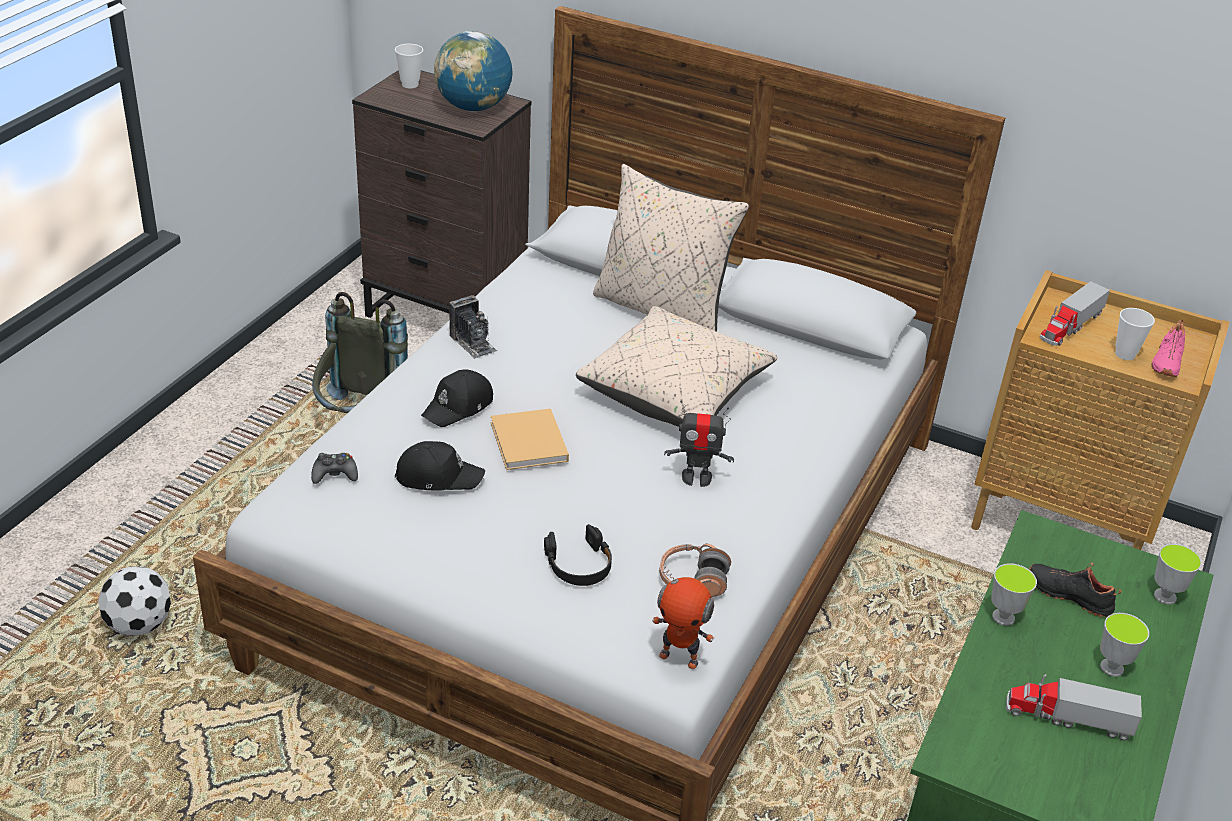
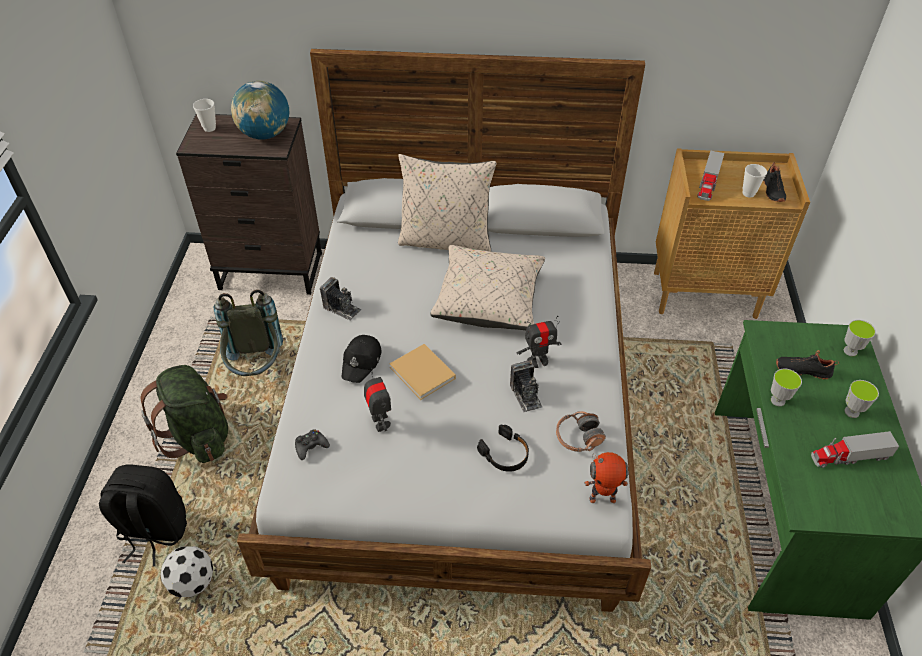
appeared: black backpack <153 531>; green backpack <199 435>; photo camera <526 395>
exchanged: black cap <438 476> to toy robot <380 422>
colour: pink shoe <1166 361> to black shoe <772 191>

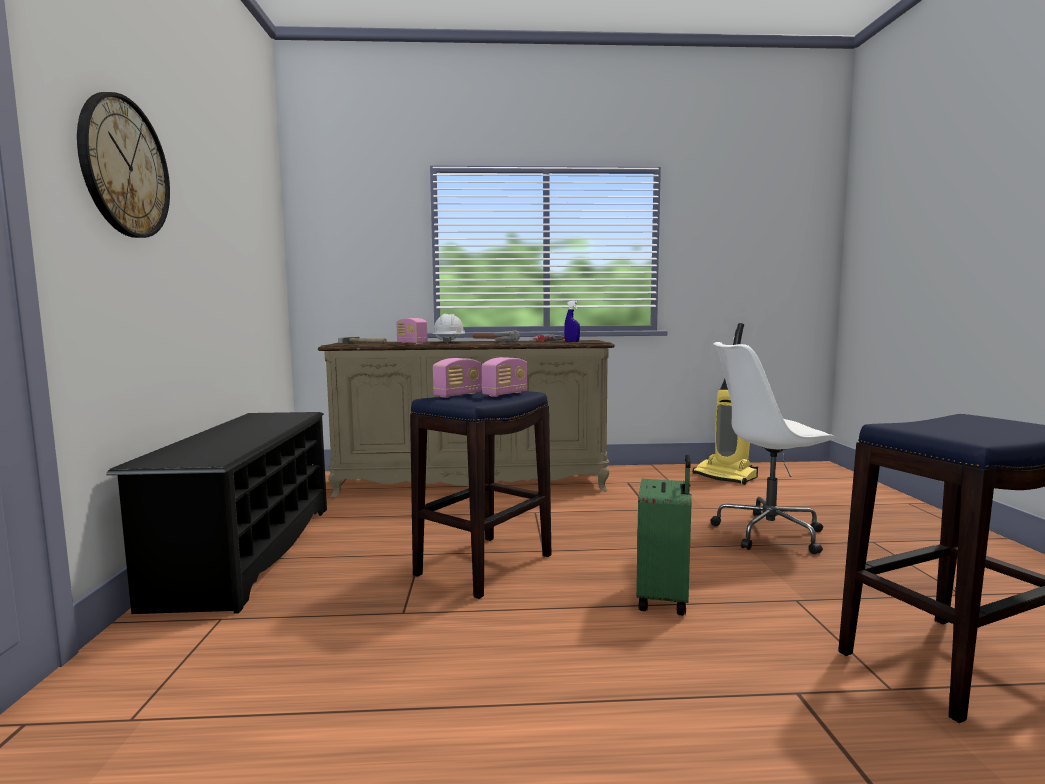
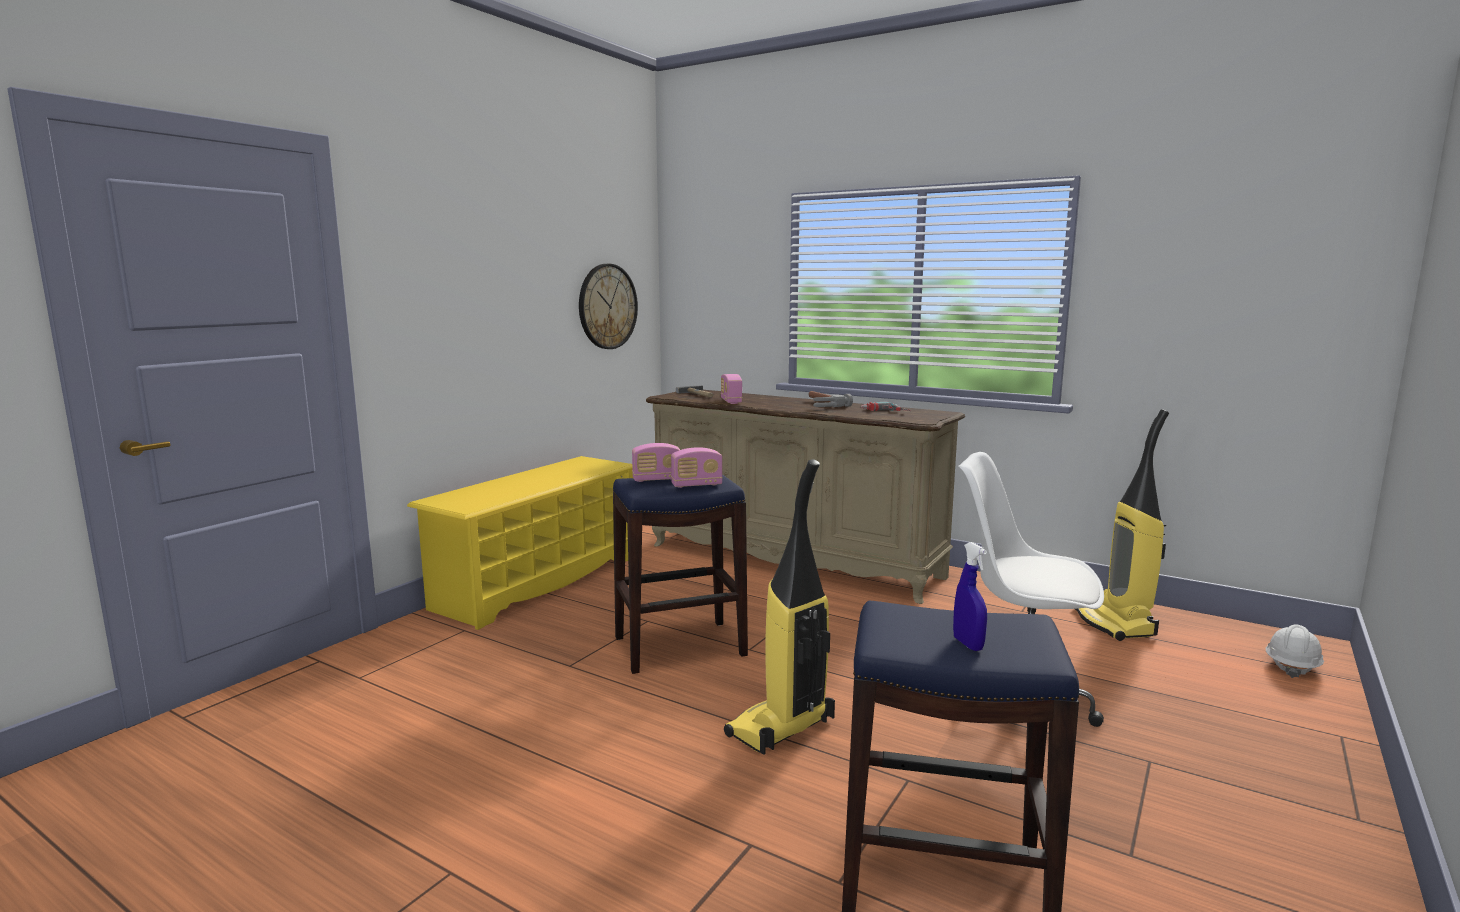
relocated: wall clock <124 167> to <607 306>; white hard hat <449 342> to <1291 666>; blue spray bottle <572 341> to <968 644>
exchanged: green suitcase <664 598> to vacuum cleaner <781 729>
colour: black shoe rack <248 551> to yellow shoe rack <538 582>

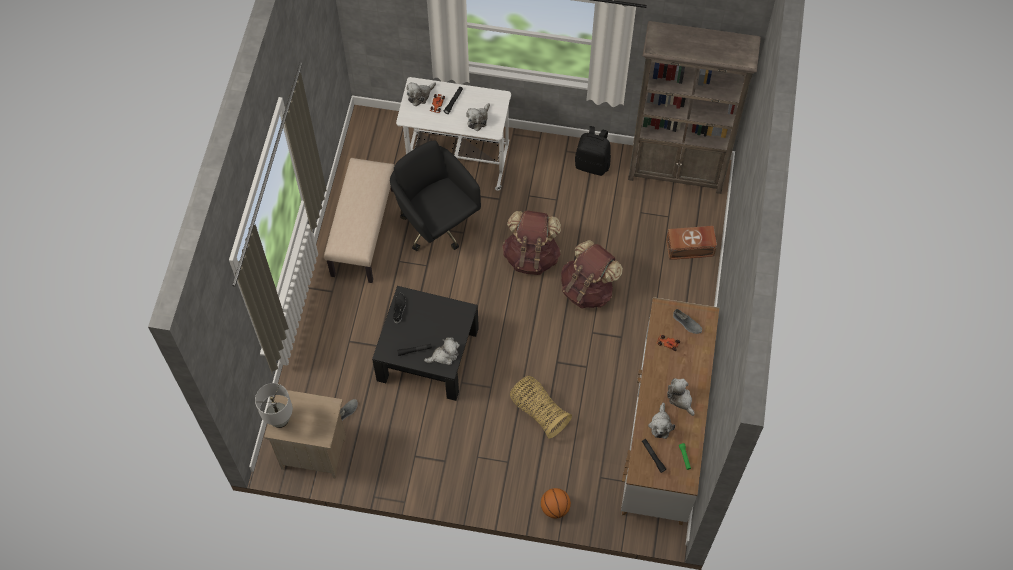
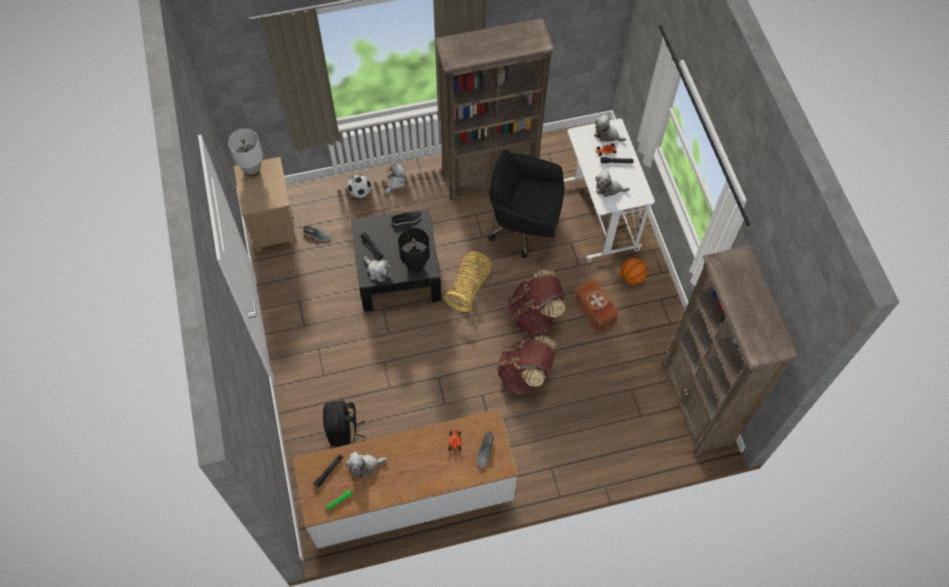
appeared: football <360 192>; black table lamp <415 266>
relocated: basket <538 411> to <469 287>; basketball <555 508> to <632 277>; black backpack <592 164> to <344 431>; brown storage box <690 248> to <594 311>; plush toy <680 399> to <395 182>
exchanged: beige bench <363 231> to brown bookcase <490 177>
spun: black office chair <437 227> = <524 229> 105 degrees counterclockwise

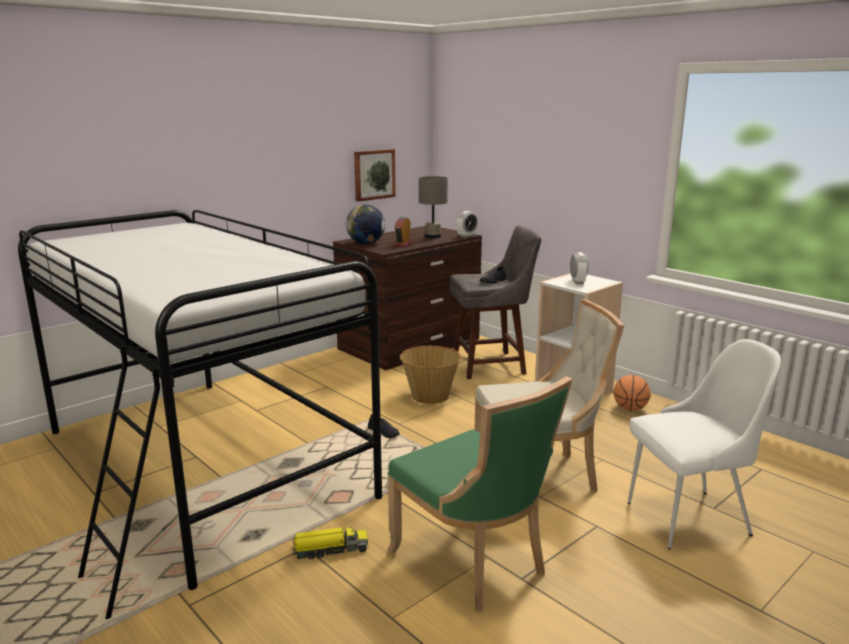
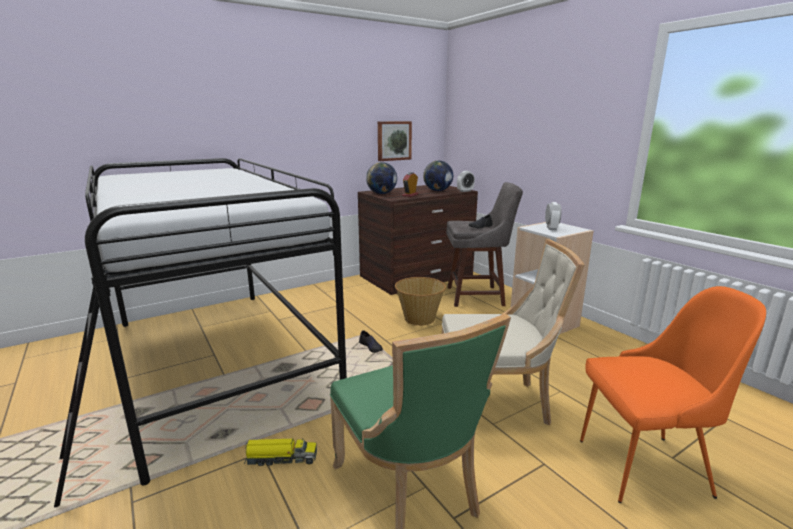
missing: basketball <630 409>
exchanged: grey table lamp <433 236> to globe <437 190>
colour: white chair <688 518> to orange chair <643 467>

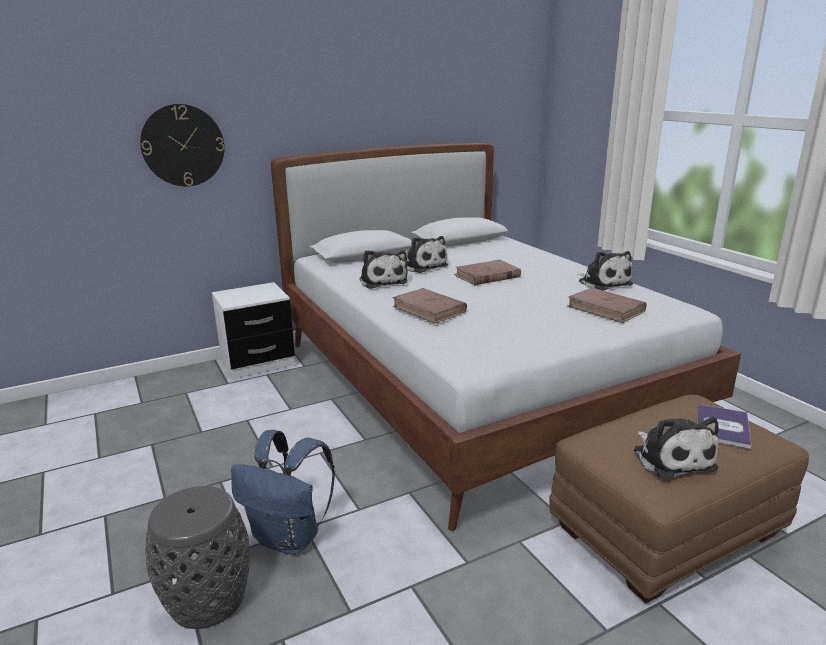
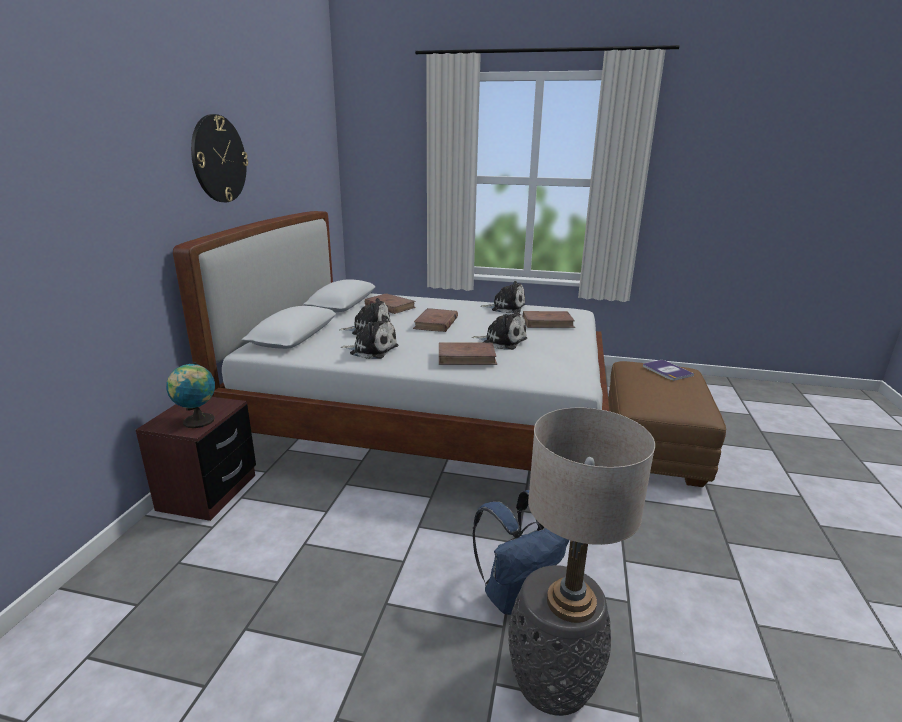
appeared: globe <197 422>; brown book <390 306>; beige table lamp <571 603>
relocated: wall clock <183 145> to <219 159>; plush toy <671 458> to <501 341>
colour: white nightstand <258 362> to brown nightstand <208 492>

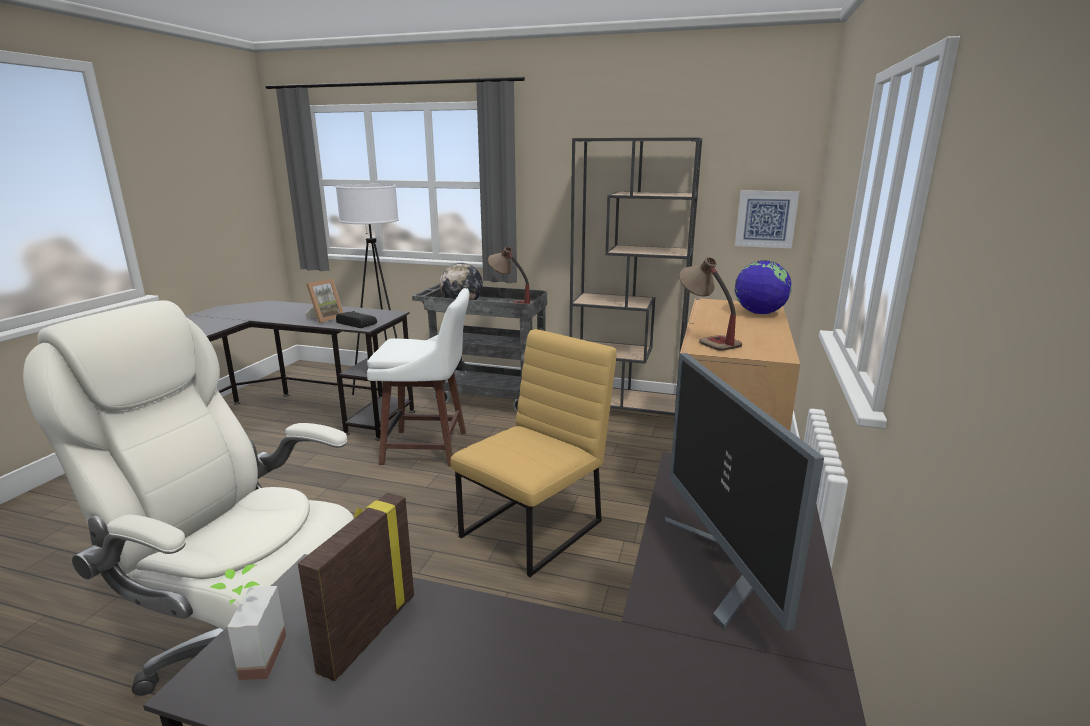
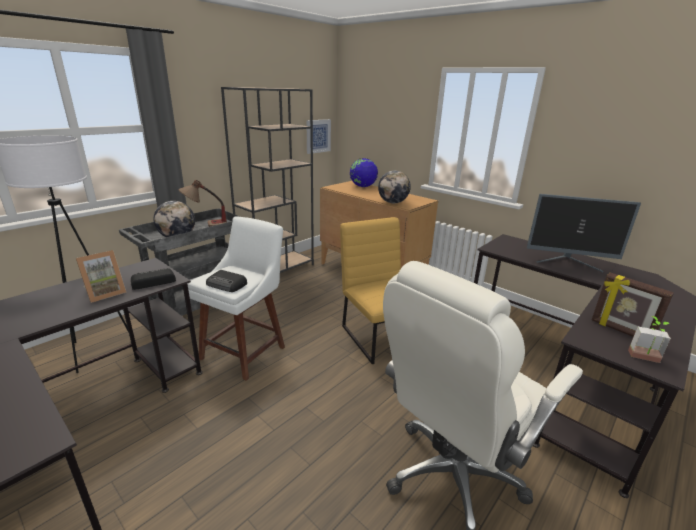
appeared: radio <227 284>
exchanged: table lamp <705 339> to globe <393 202>
spun: picture frame <325 318> = <105 293> 75 degrees clockwise

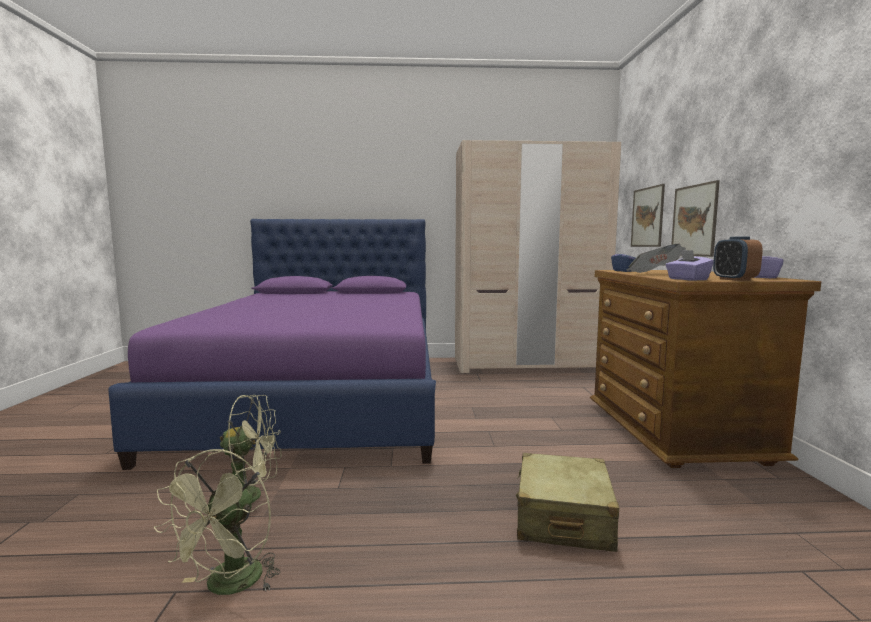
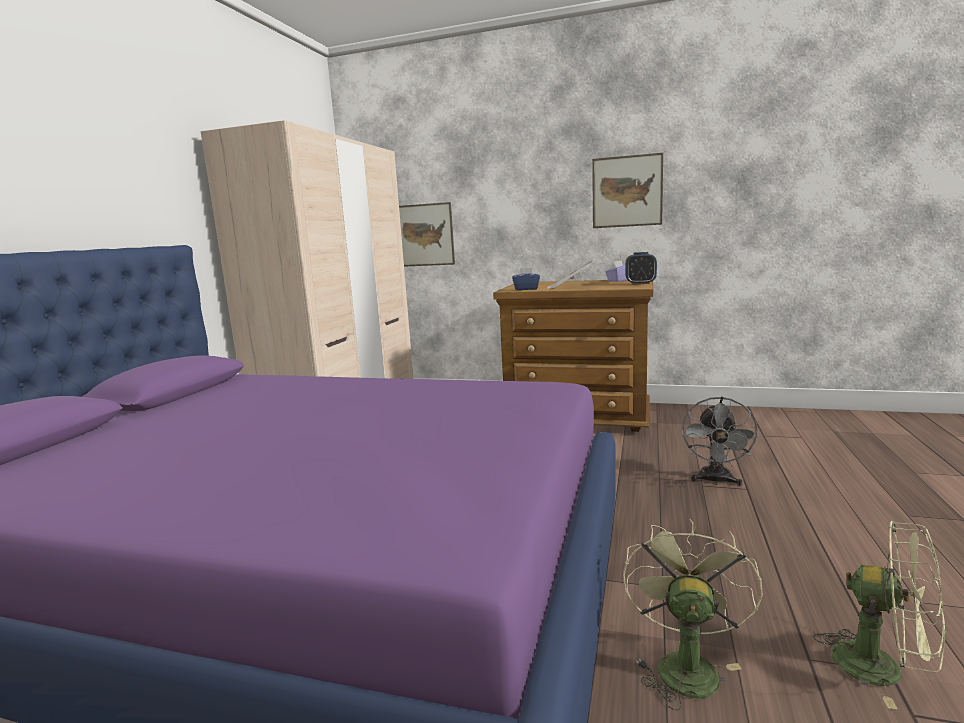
missing: purple tissue box <687 279>
relocated: picture <694 220> to <627 191>
exchanged: beige suitcase <563 517> to grey fan <716 481>

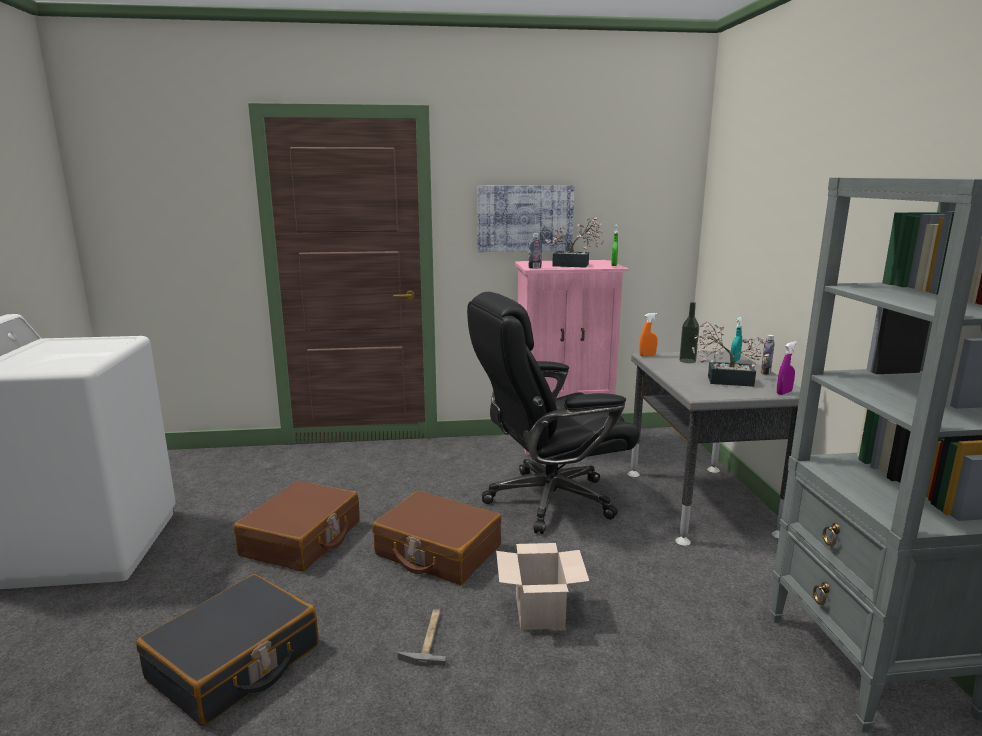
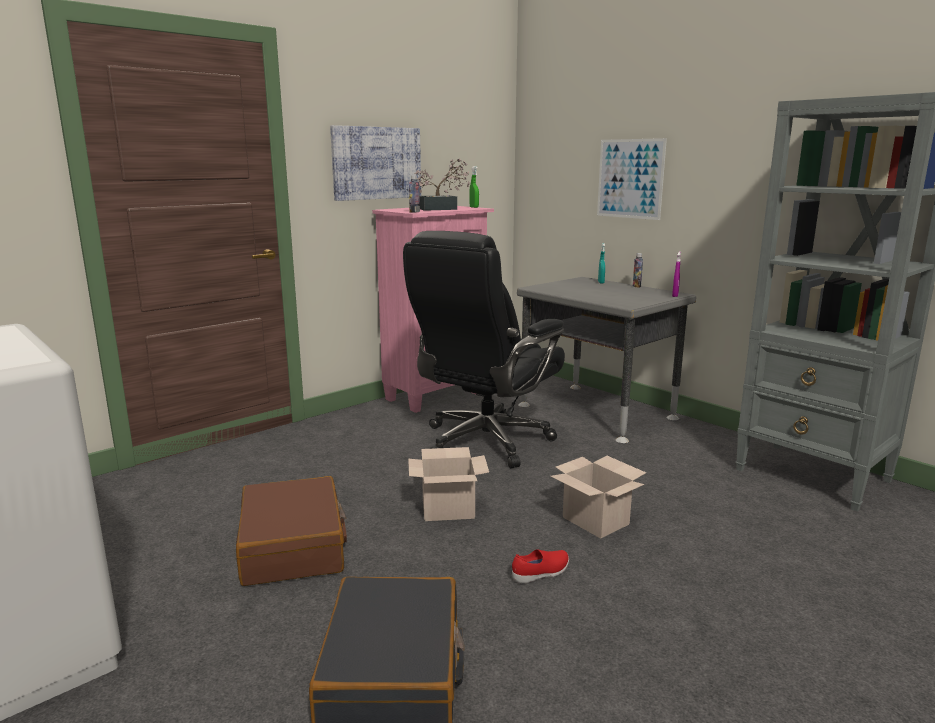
missing: orange spray bottle <647 355>; bottle <687 361>; potted plant <724 380>
appeared: picture <630 179>
exchanged: brown suitcase <437 551> to cardboard box <449 509>; hammer <428 638> to red shoe <541 574>

